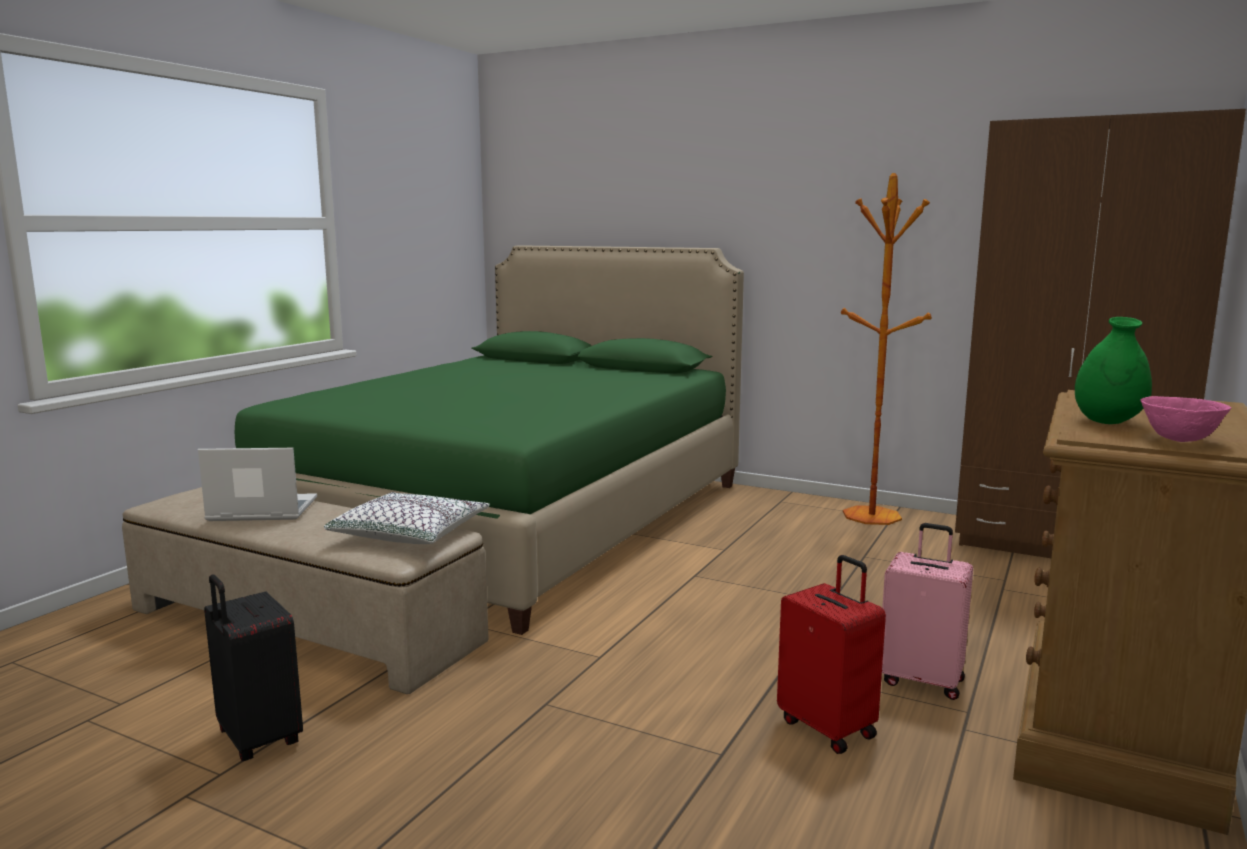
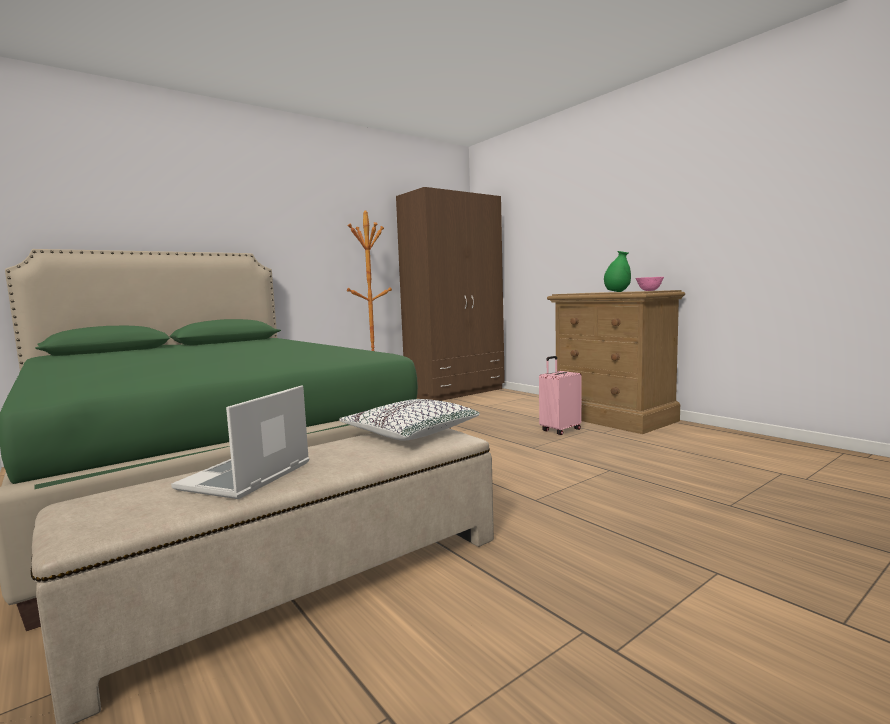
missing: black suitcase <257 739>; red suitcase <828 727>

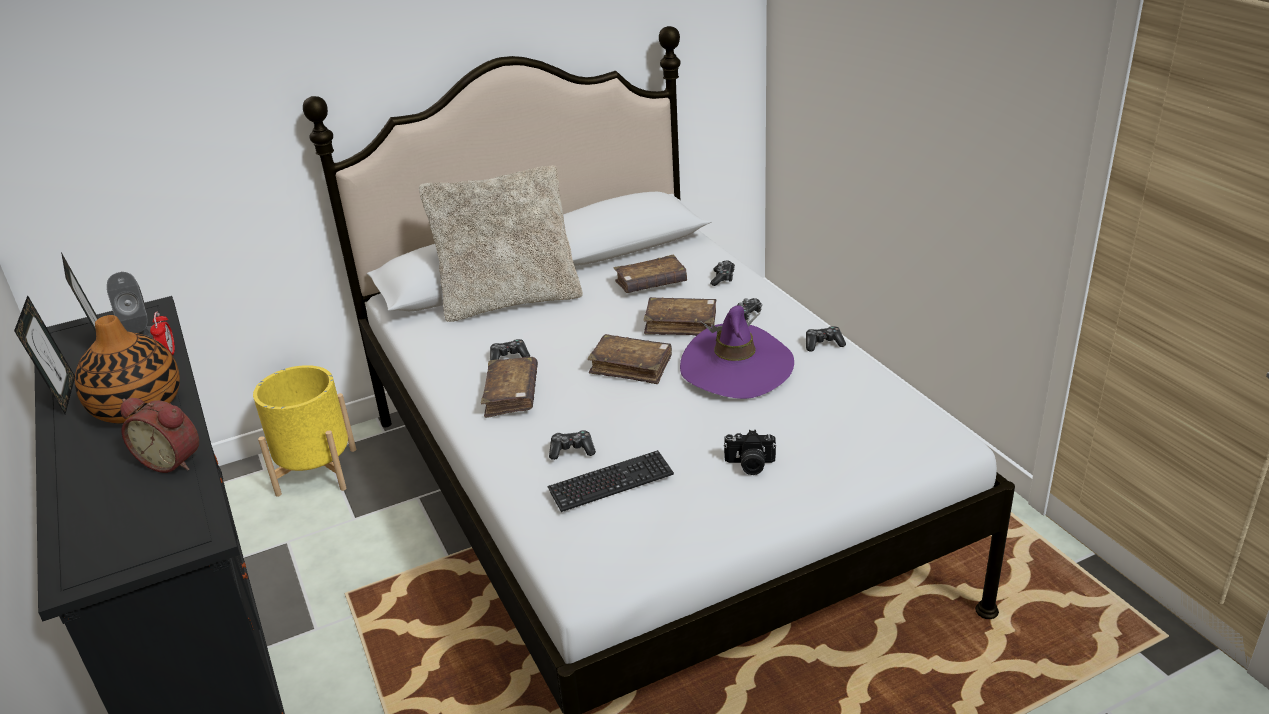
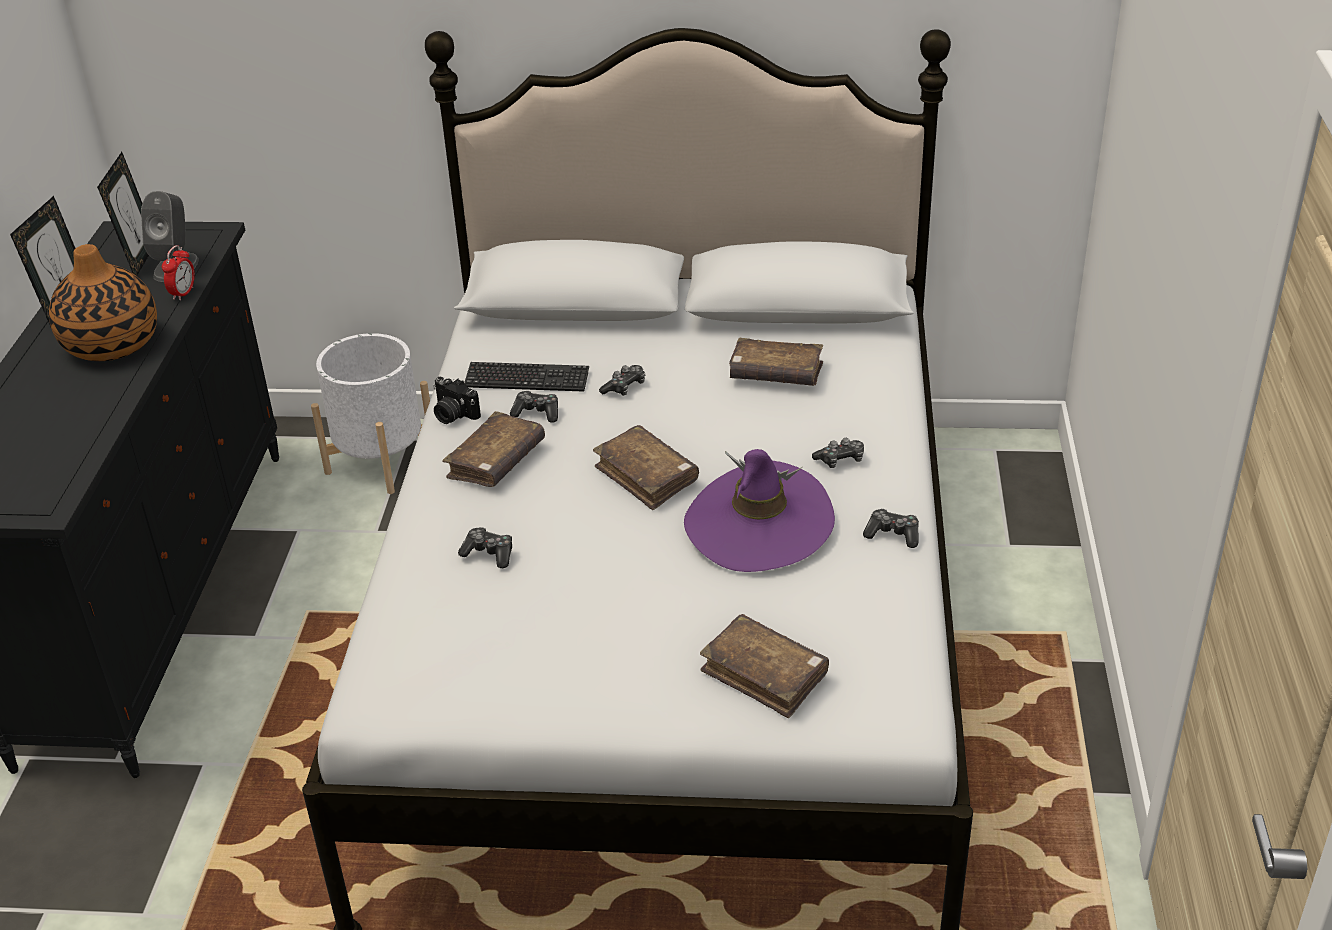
missing: alarm clock <173 460>; beige pillow <510 297>
relocated: keyboard <611 483> to <527 379>; brown book <681 324> to <764 675>; game controller <723 278> to <624 387>; photo camera <749 465> to <453 414>
colour: yellow planter <317 471> to white planter <381 461>

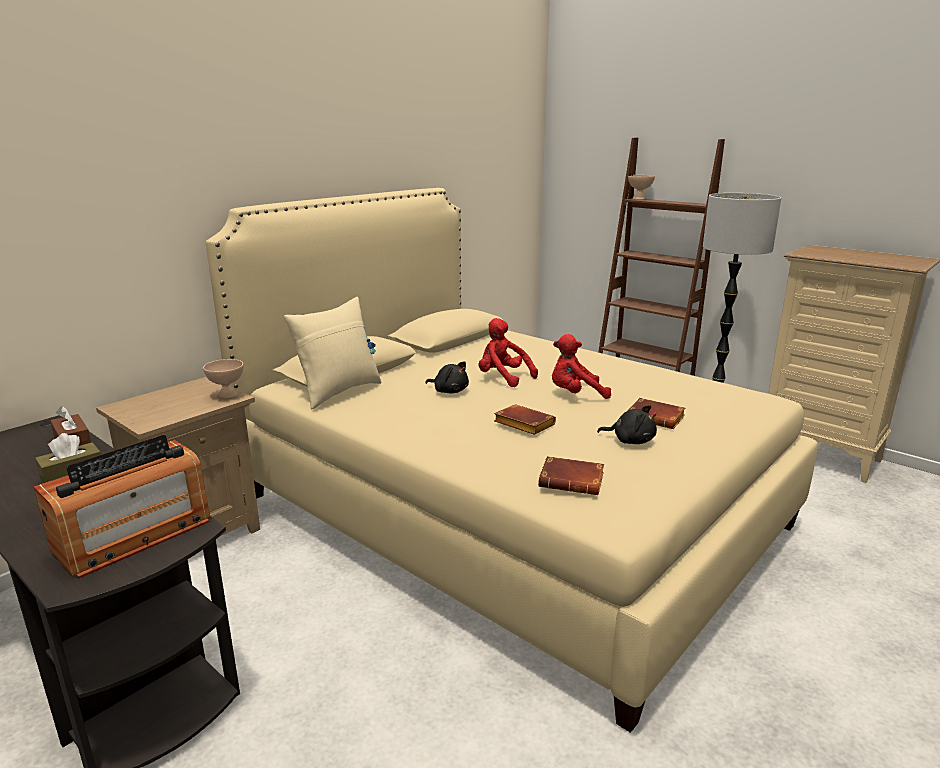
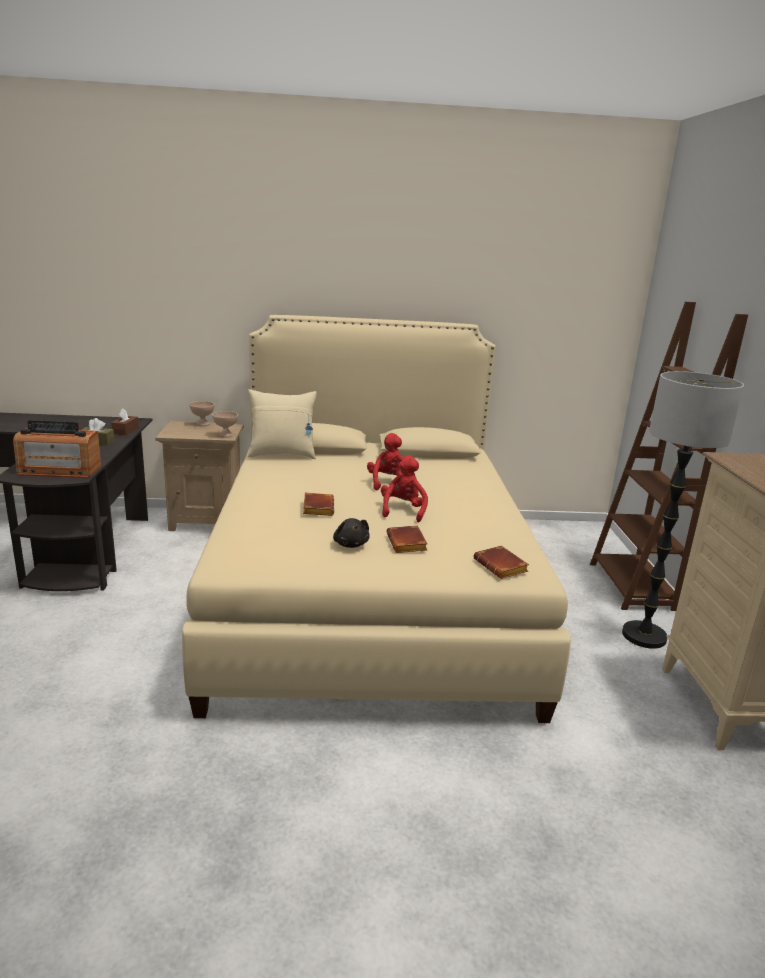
missing: black plush toy <449 391>
relocated: brown book <573 481> to <502 567>; beige bowl <639 199> to <202 424>
spun: red plush toy <575 395> = <403 511> 60 degrees clockwise

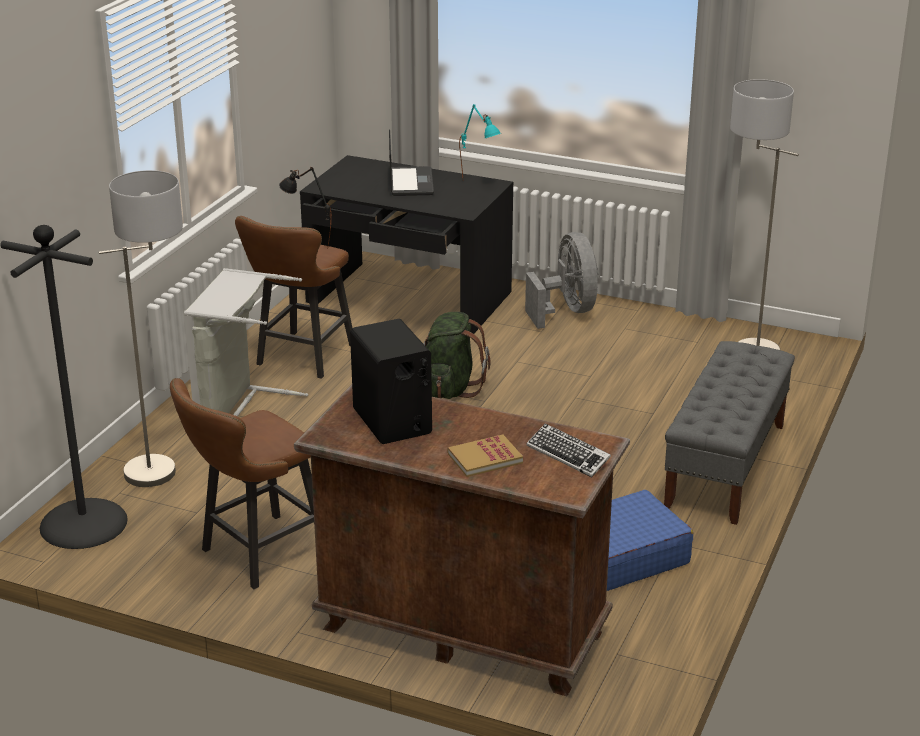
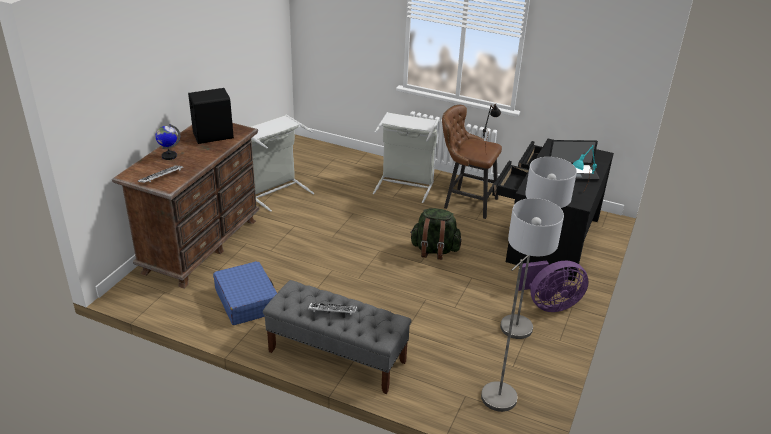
missing: black clothes rack <83 524>
appeared: keyboard <332 311>
relocated: grey floor lamp <165 470> to <520 334>
exchanged: brown stool <252 556> to grey laundry basket <276 191>; book <485 458> to globe <169 156>
colour: grey fan <566 311> to purple fan <549 304>

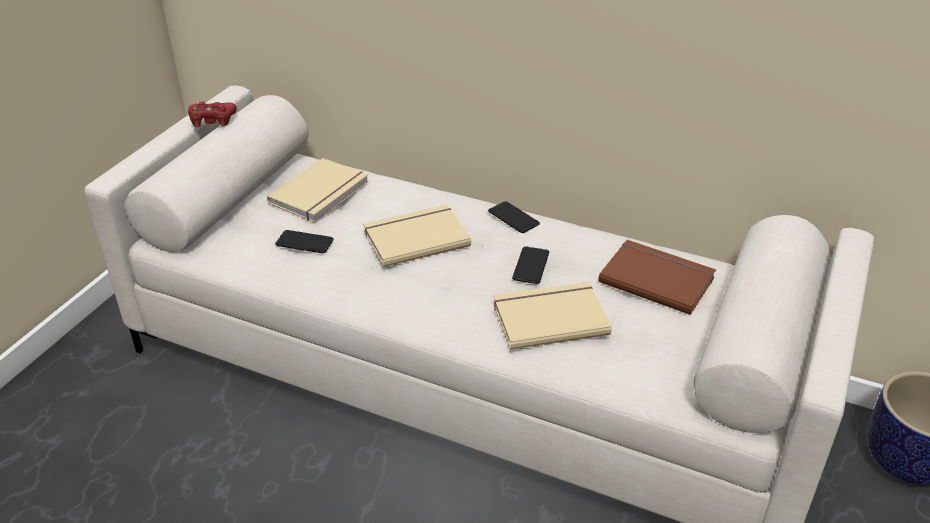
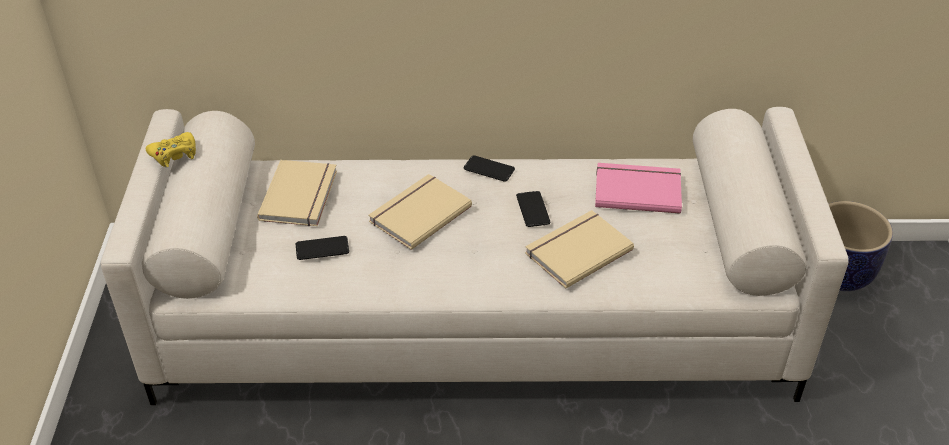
colour: red game controller <212 120> to yellow game controller <174 154>; brown book <657 278> to pink book <637 189>

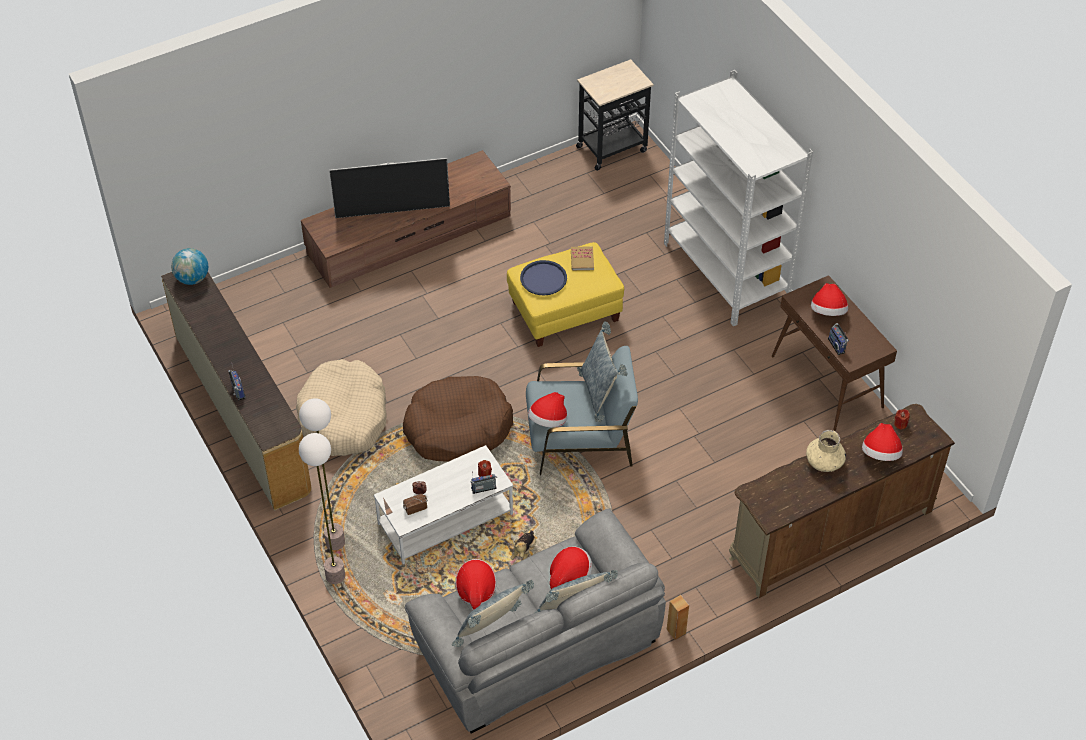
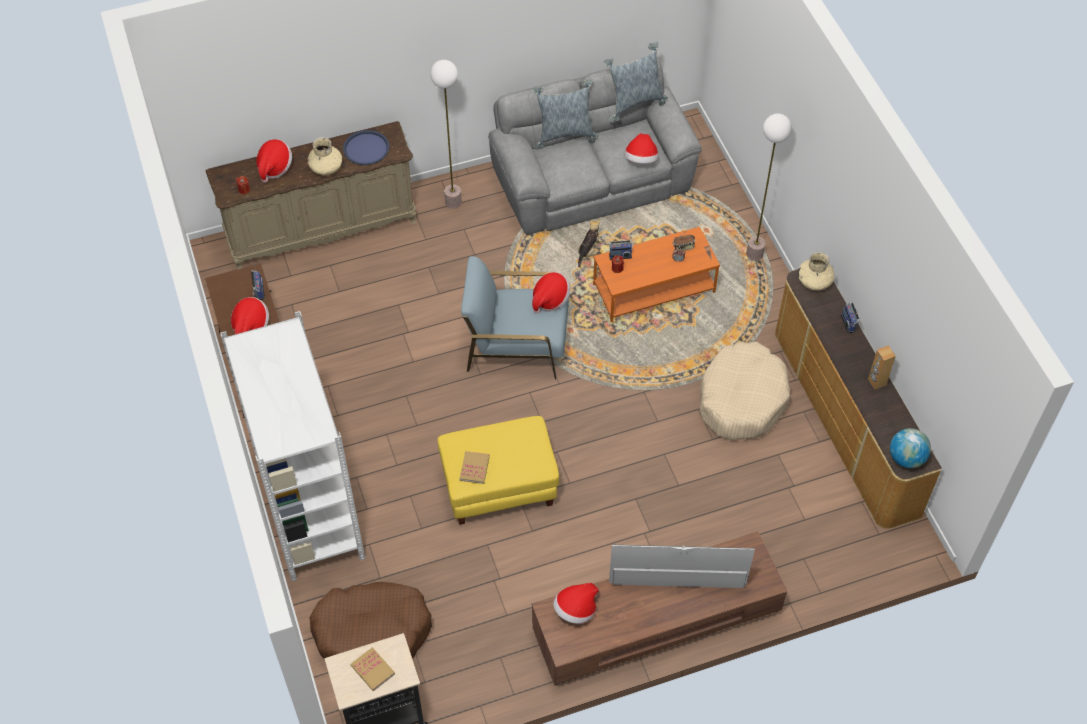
missing: pillow <601 395>
appeared: book <372 670>; beige vase <814 281>
relocated: floor lamp <335 542> to <453 202>; brown dog bed <457 428> to <372 632>; blue tray <543 278> to <366 148>; hat <569 577> to <576 610>; brown speaker <676 631> to <876 382>
colour: white coffee table <445 519> to orange coffee table <654 288>

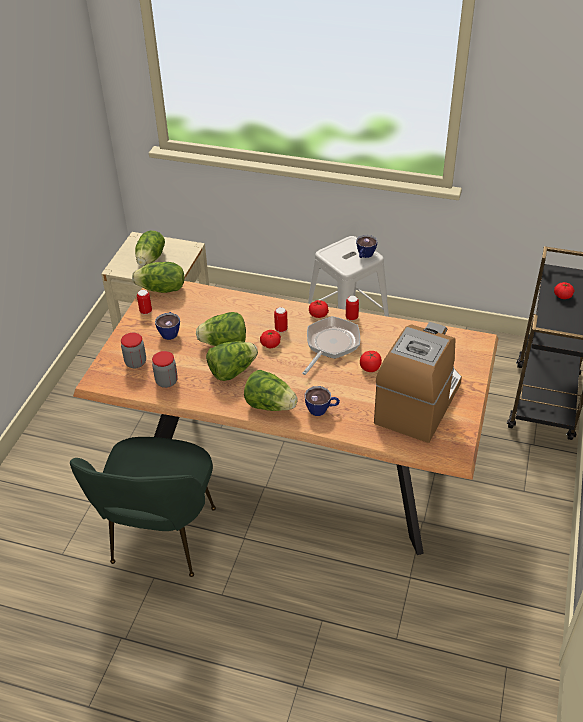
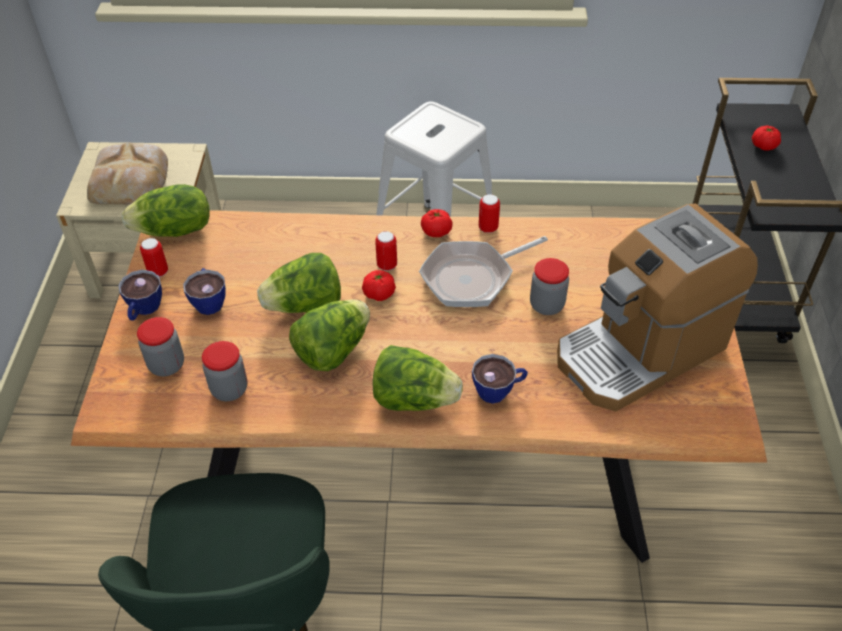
relocated: cup <364 256> to <144 310>
exchanged: lettuce <151 258> to bread <130 179>; tomato <370 368> to jar <546 305>
spun: frying pan <330 345> = <472 278> 135 degrees counterclockwise; coffee machine <418 403> = <640 350> 135 degrees counterclockwise

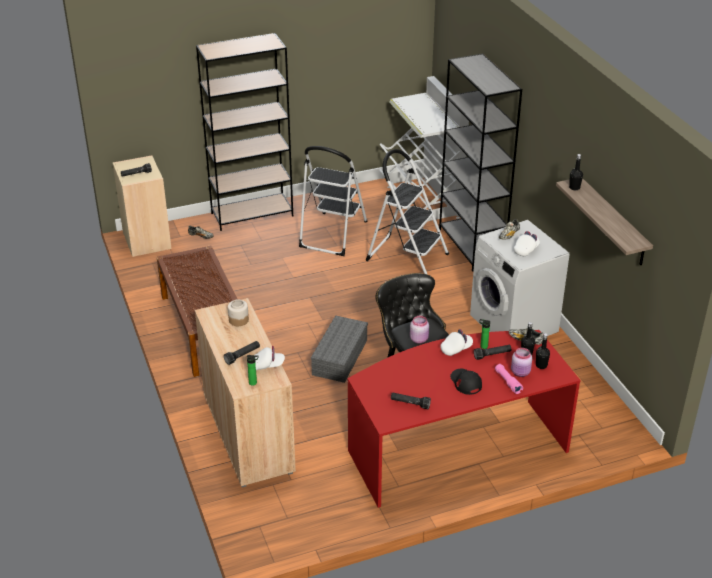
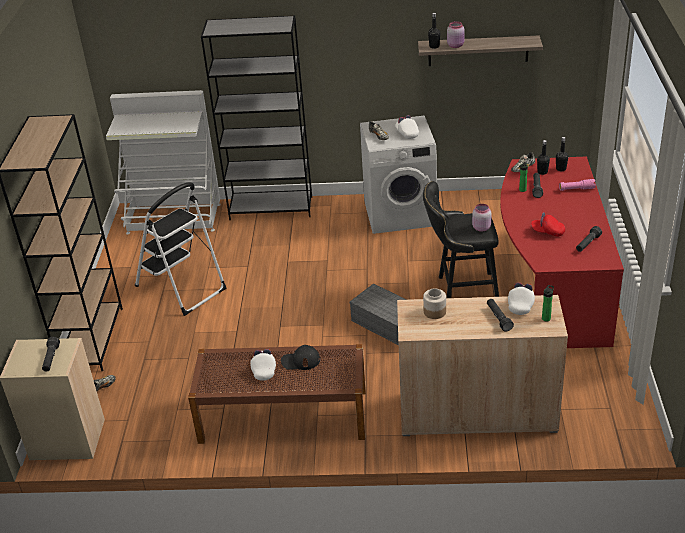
missing: step ladder <405 256>
appeared: red cap <547 232>
relocated: white cap <456 349> to <264 370>; black cap <465 382> to <300 361>; pink jar <521 373> to <456 45>

